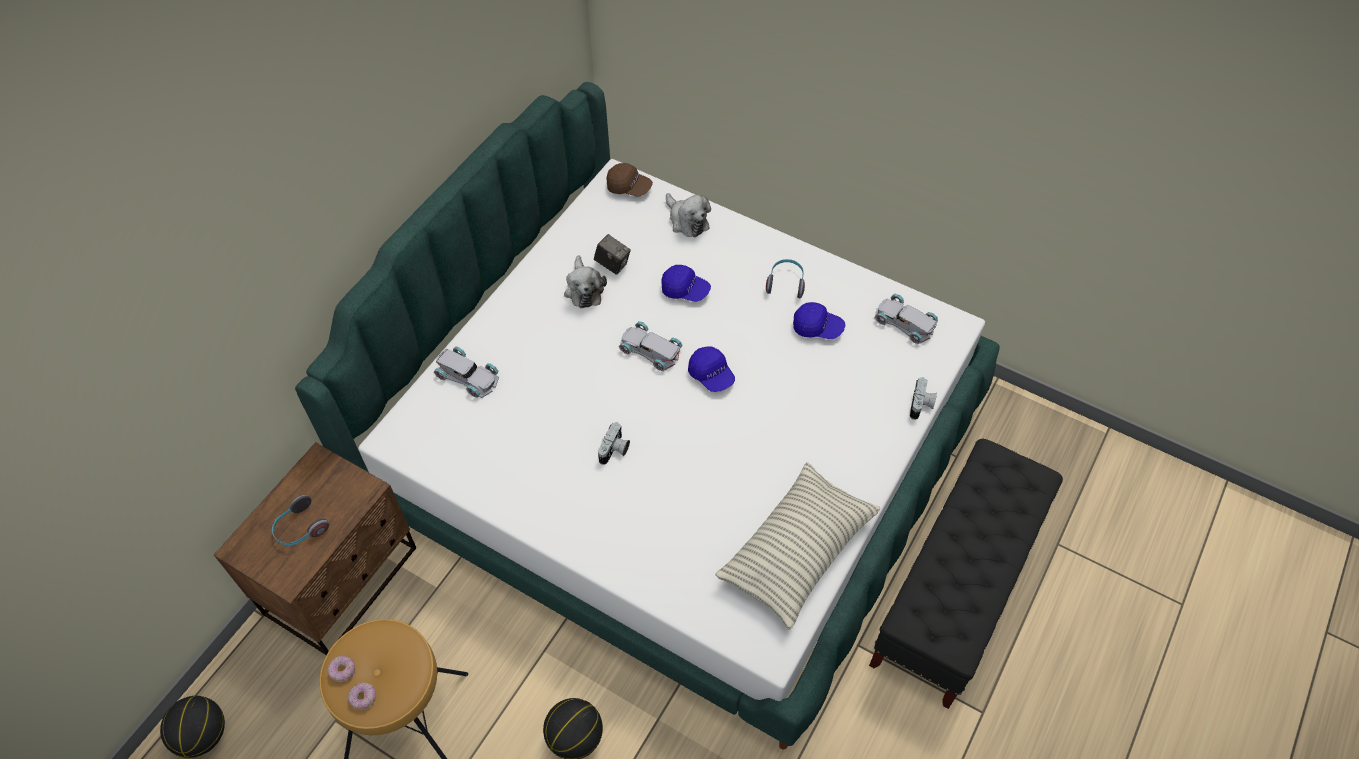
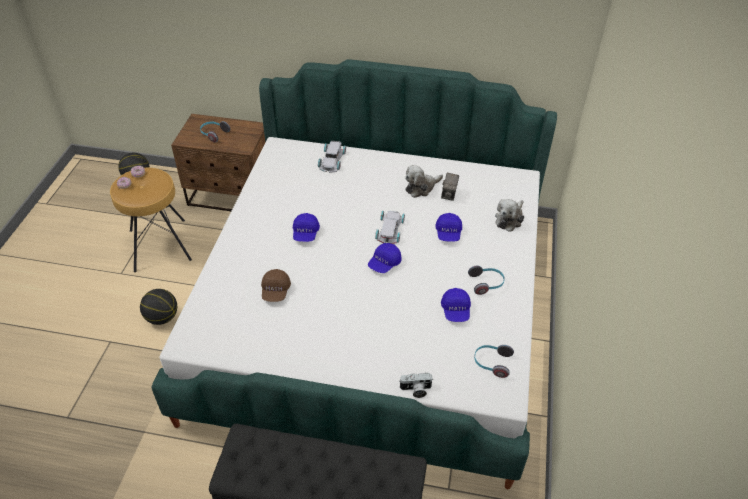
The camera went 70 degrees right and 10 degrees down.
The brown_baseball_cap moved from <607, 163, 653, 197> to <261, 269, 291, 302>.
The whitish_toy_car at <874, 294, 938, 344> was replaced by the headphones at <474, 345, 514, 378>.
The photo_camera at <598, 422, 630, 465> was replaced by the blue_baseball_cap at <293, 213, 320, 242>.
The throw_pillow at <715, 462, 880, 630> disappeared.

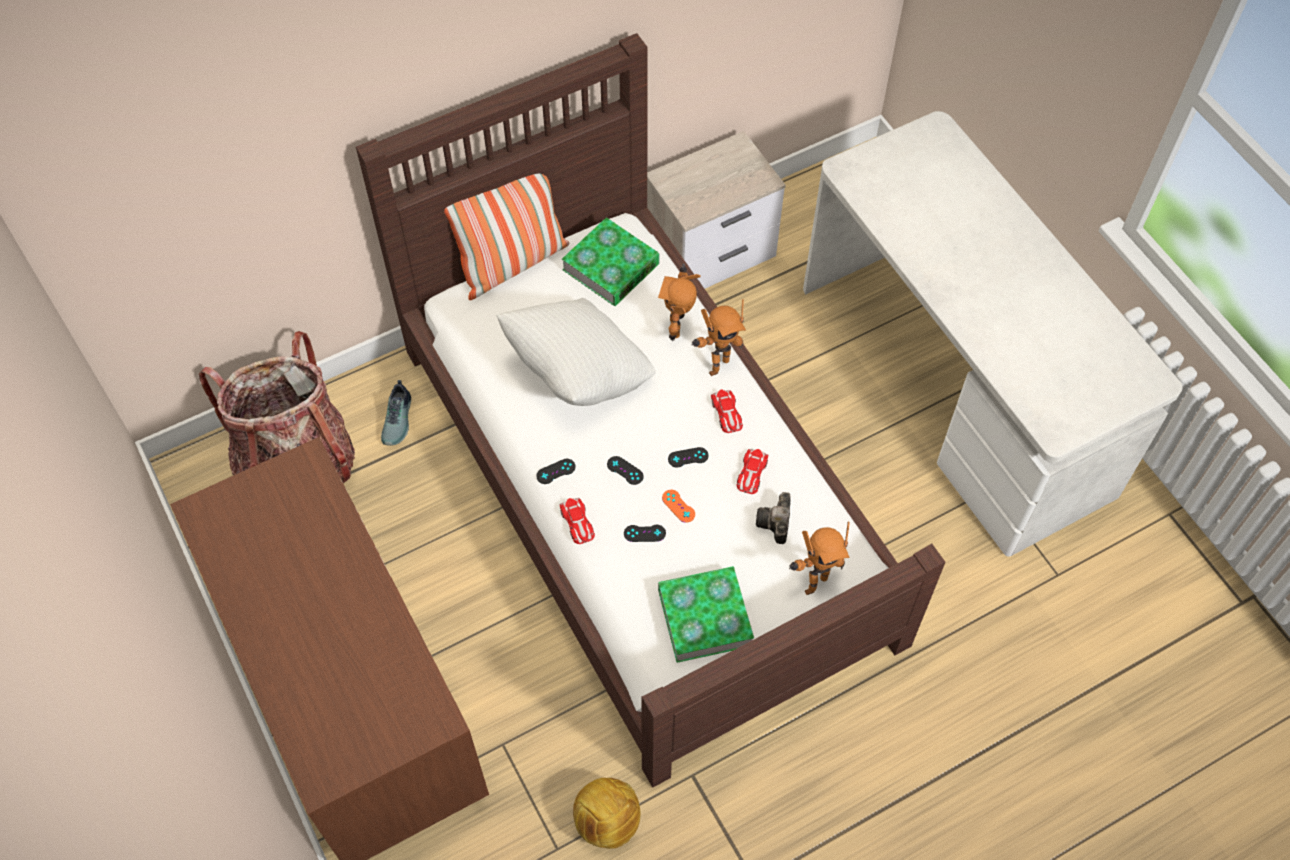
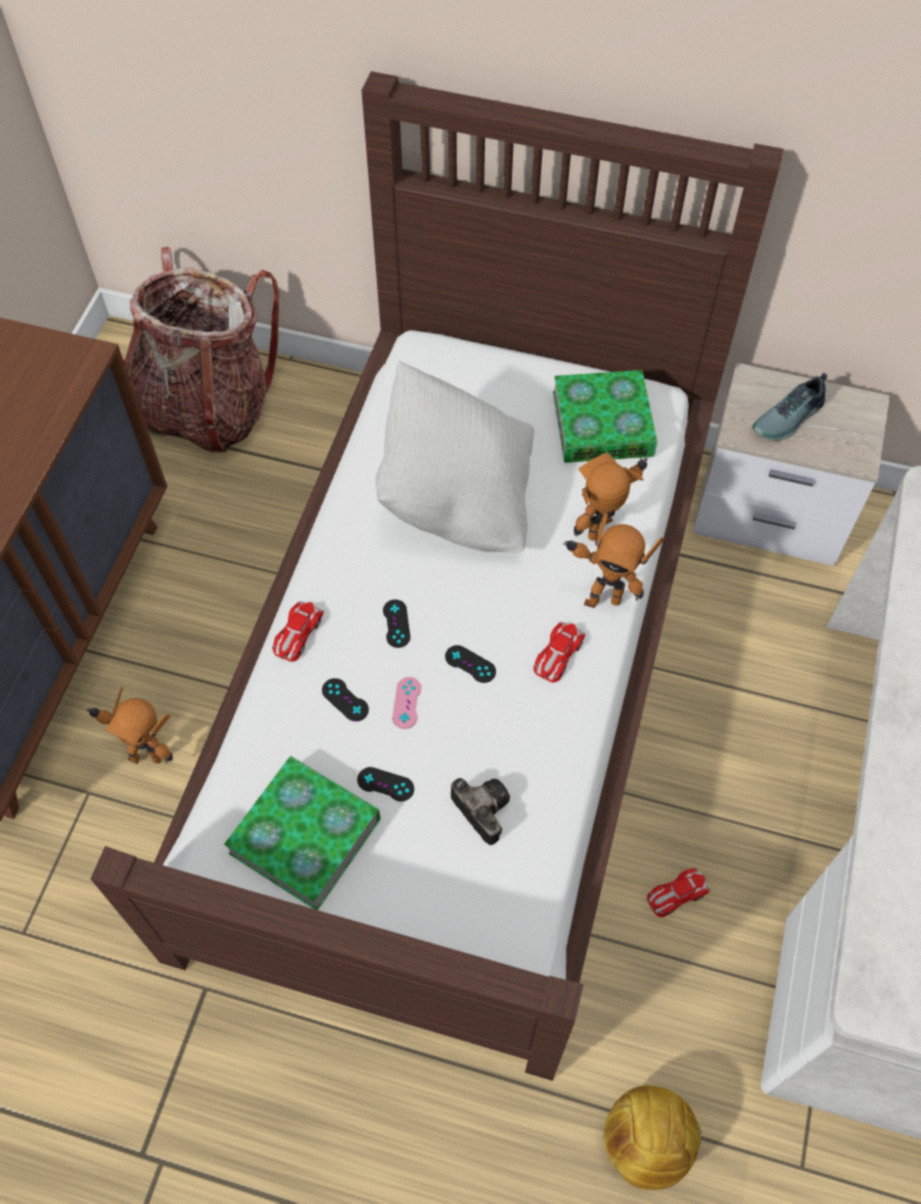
The camera went 45 degrees right and 0 degrees up.
The throw_pillow at <444, 174, 569, 300> disappeared.
The shoe moved from <381, 380, 411, 446> to <752, 373, 827, 441>.
The toy_car moved from <736, 449, 768, 494> to <647, 868, 711, 917>.
The black_gamepad moved from <536, 459, 576, 484> to <357, 767, 414, 801>.
The orange_gamepad at <662, 490, 695, 523> became the pink_gamepad at <392, 677, 421, 729>.
The photo_camera at <756, 492, 791, 544> turned 90 degrees clockwise.
The model_robot moved from <789, 522, 850, 595> to <86, 687, 173, 764>.
The football_ball moved from <573, 778, 641, 849> to <603, 1085, 702, 1190>.

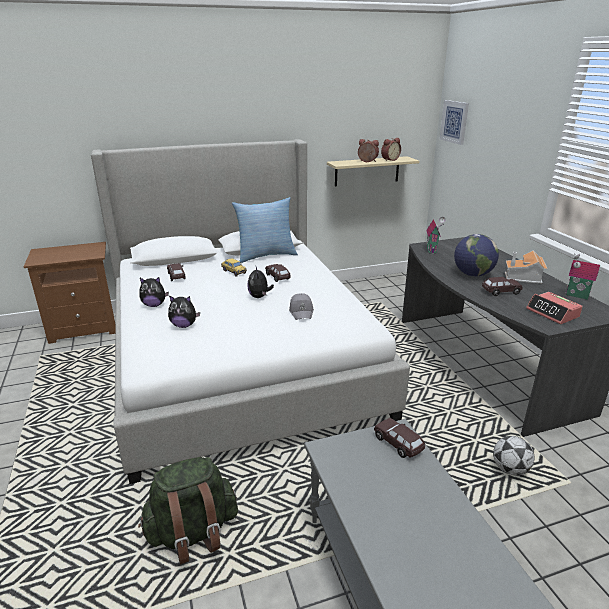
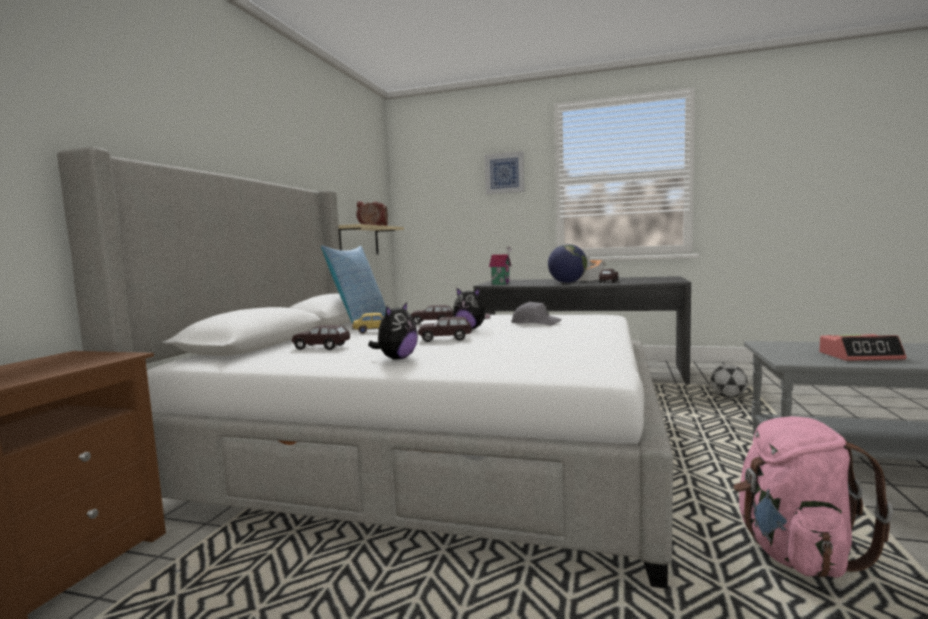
The camera went 55 degrees left and 20 degrees down.
The picture moved from <440, 100, 469, 145> to <484, 151, 524, 195>.
The toy_house at <565, 253, 600, 300> disappeared.
The table_clock moved from <526, 292, 583, 324> to <819, 334, 907, 361>.
The cuddly_toy at <168, 295, 200, 328> disappeared.
The brown_toy_car moved from <374, 418, 425, 458> to <418, 317, 472, 342>.
The greenish_backpack at <138, 457, 238, 565> became the pink_backpack at <734, 416, 893, 578>.

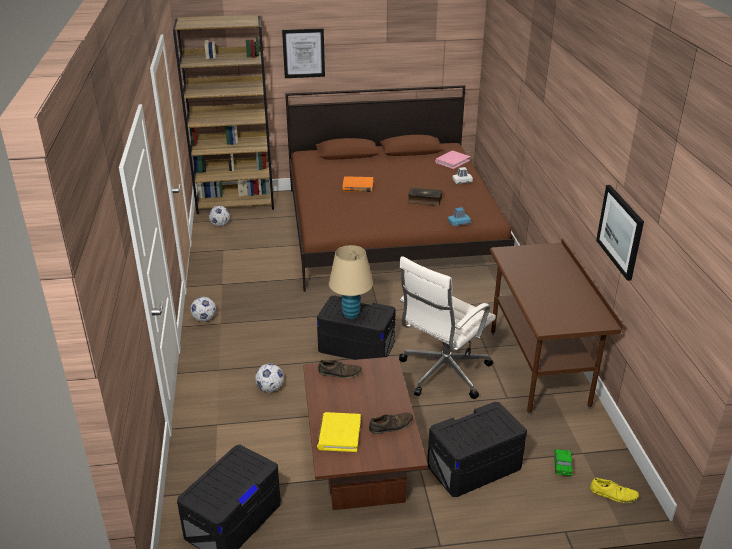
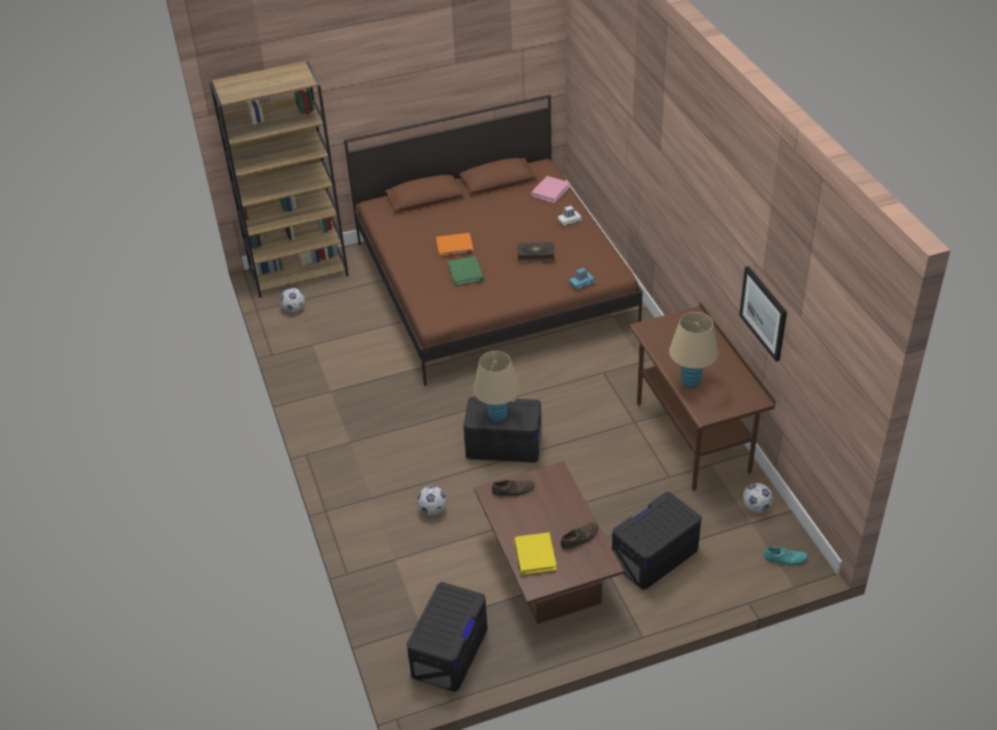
The camera went 10 degrees left and 10 degrees up.
The picture at <282, 28, 325, 78> disappeared.
The whitish_computer_chair at <399, 256, 496, 399> disappeared.
The football_ball moved from <190, 297, 216, 322> to <743, 483, 773, 513>.
The toy_car at <554, 449, 572, 476> disappeared.
The yellow-coloured_shoe at <590, 478, 639, 503> became the turquoise-coloured_shoe at <764, 547, 808, 566>.
The greenish_bound_book at <448, 257, 484, 287> appeared.
The sand-coloured_lamp_for_a_table at <669, 312, 718, 388> appeared.

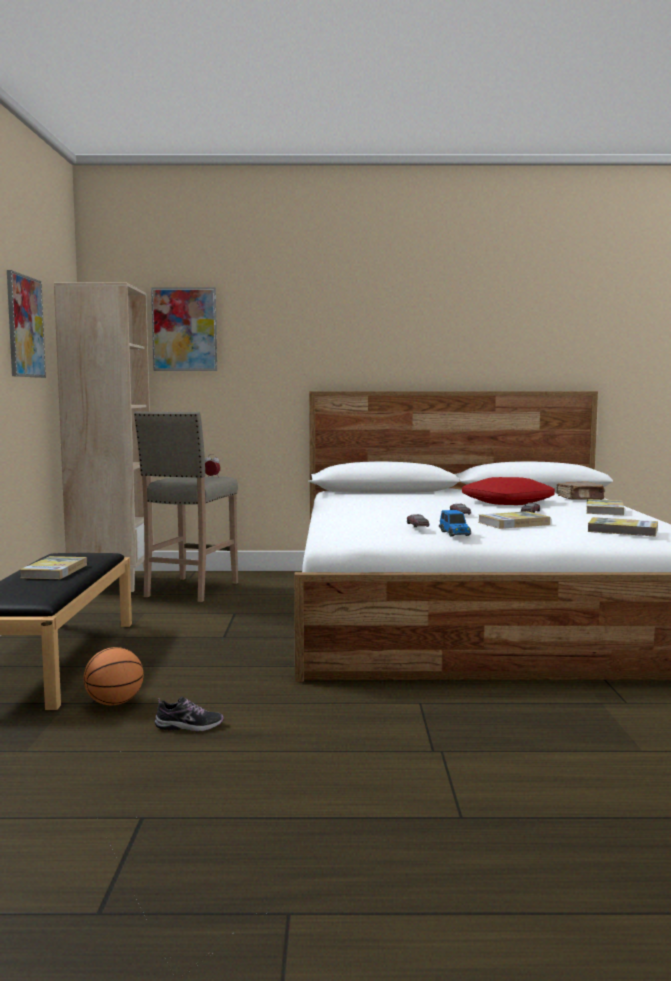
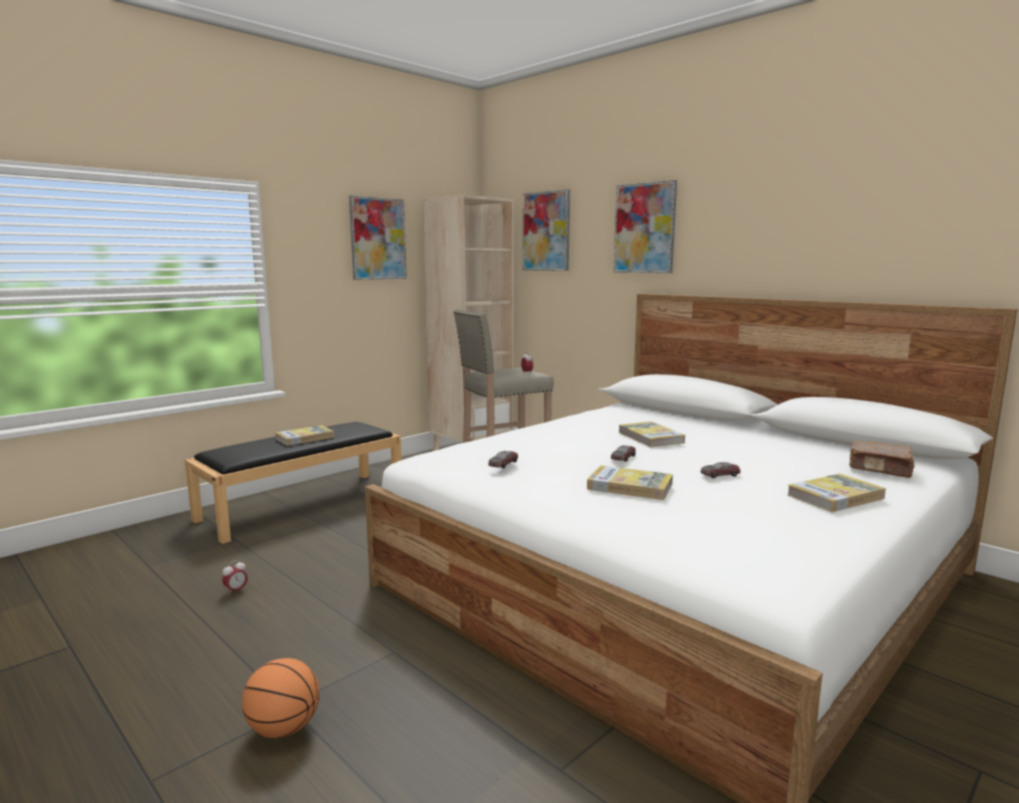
The camera went 45 degrees right and 5 degrees up.
The reddish_throw_pillow at <462, 477, 555, 505> disappeared.
The toy_car at <439, 510, 471, 537> disappeared.
The bound_book moved from <588, 517, 658, 537> to <619, 421, 685, 447>.
The ball_for_basketball moved from <83, 647, 144, 705> to <242, 658, 320, 738>.
The shoe at <155, 696, 224, 731> was replaced by the table_clock at <222, 560, 248, 595>.
The picture at <614, 180, 677, 273> appeared.

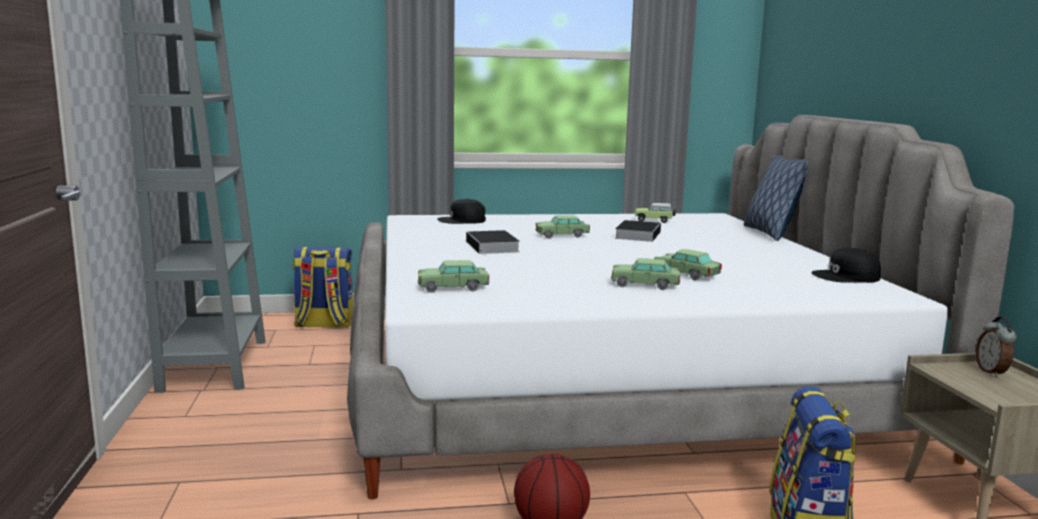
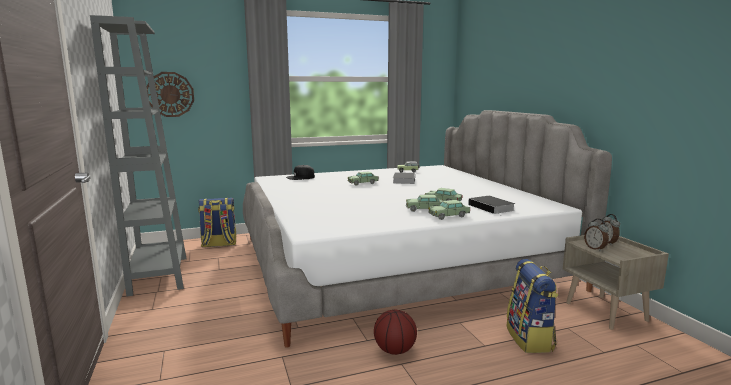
The camera went 10 degrees left and 0 degrees up.
The throw_pillow at <744, 155, 808, 241> disappeared.
The bound_book moved from <466, 230, 520, 256> to <468, 196, 515, 215>.
The black_baseball_cap at <811, 248, 881, 283> disappeared.
The toy_car moved from <418, 260, 489, 293> to <428, 200, 470, 220>.
The wall_clock at <147, 72, 194, 117> appeared.
The table_clock at <584, 219, 609, 251> appeared.

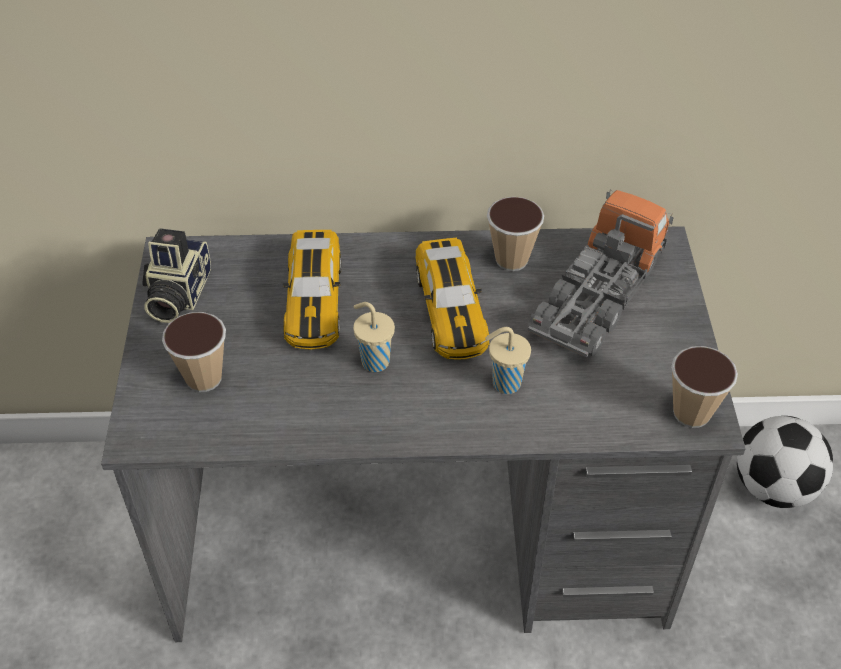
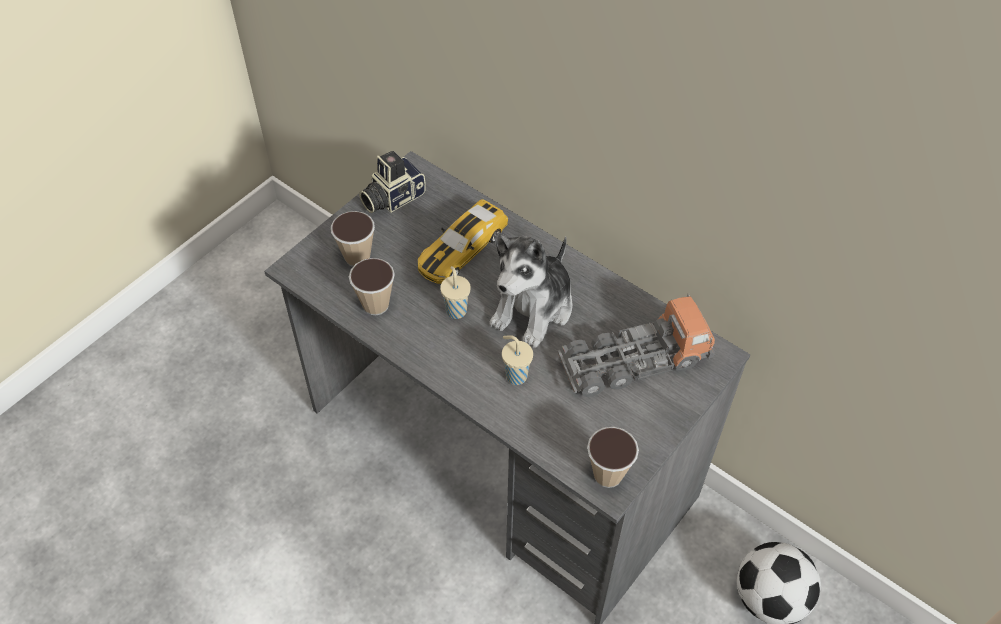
The camera went 40 degrees right and 5 degrees up.
The drinking_cup moved from <487, 197, 544, 271> to <349, 258, 395, 315>.
The toy_car at <415, 238, 489, 360> was replaced by the cuddly_toy at <489, 232, 573, 348>.

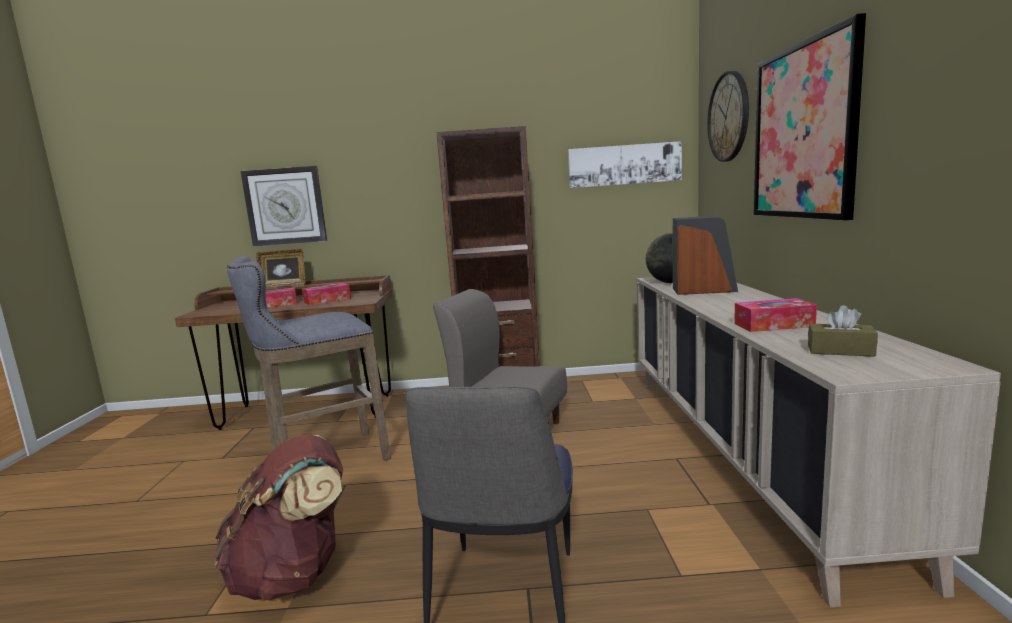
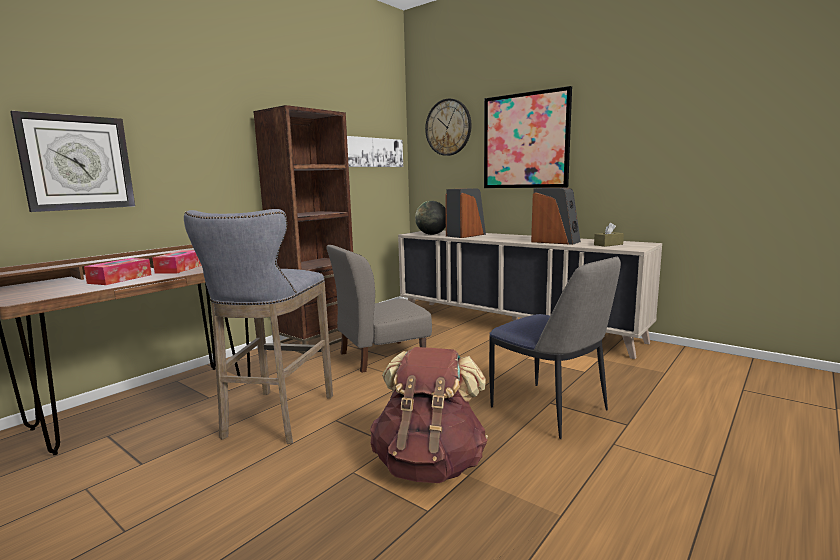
The camera went 50 degrees left and 0 degrees up.
The standing_frame at <256, 249, 305, 287> disappeared.
The box_of_tissues at <734, 298, 817, 332> was replaced by the speaker at <531, 188, 581, 245>.

